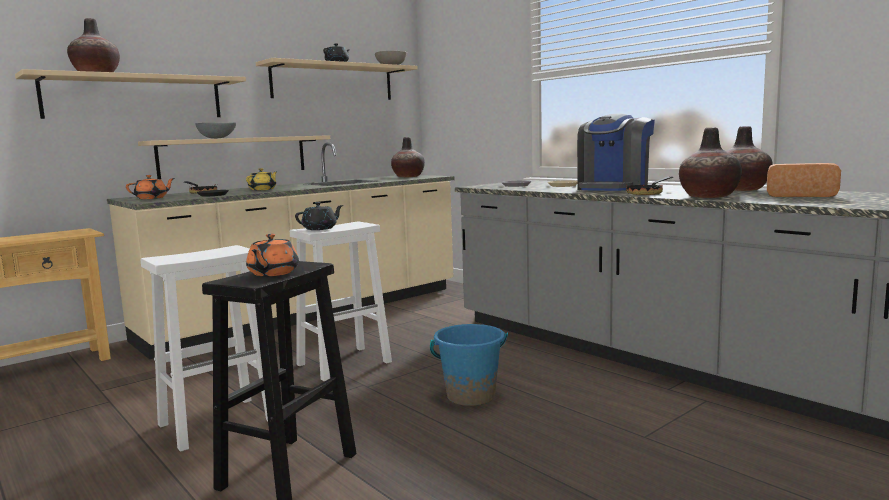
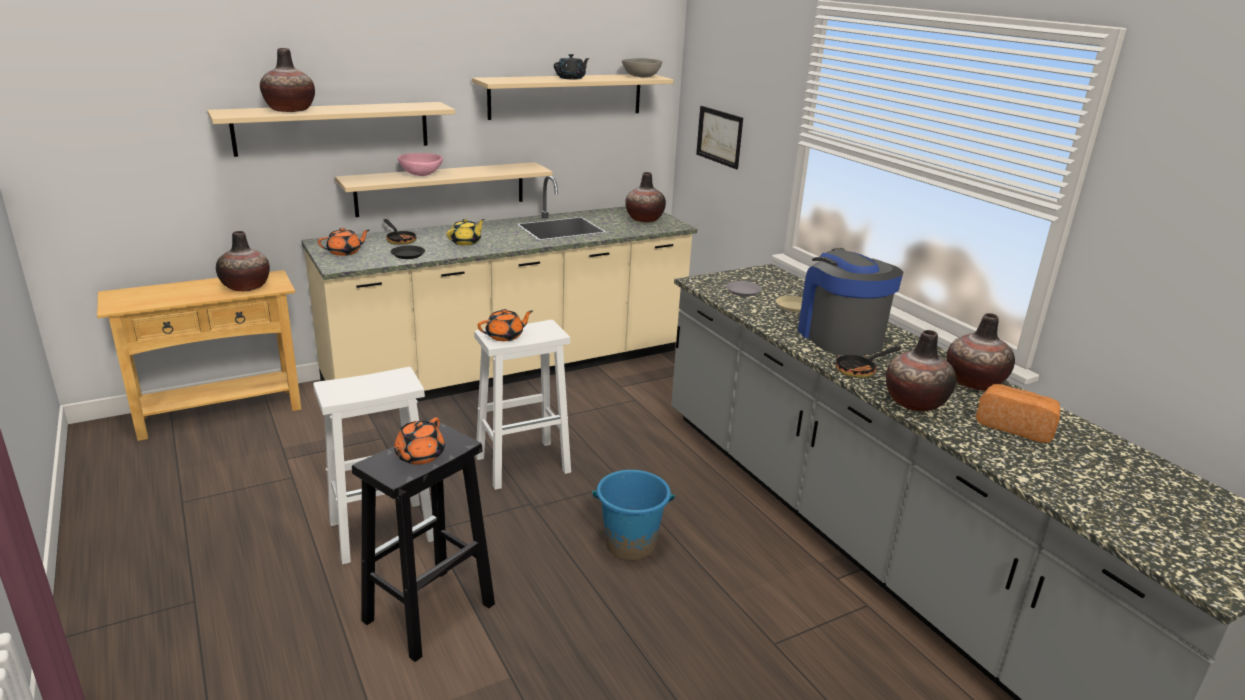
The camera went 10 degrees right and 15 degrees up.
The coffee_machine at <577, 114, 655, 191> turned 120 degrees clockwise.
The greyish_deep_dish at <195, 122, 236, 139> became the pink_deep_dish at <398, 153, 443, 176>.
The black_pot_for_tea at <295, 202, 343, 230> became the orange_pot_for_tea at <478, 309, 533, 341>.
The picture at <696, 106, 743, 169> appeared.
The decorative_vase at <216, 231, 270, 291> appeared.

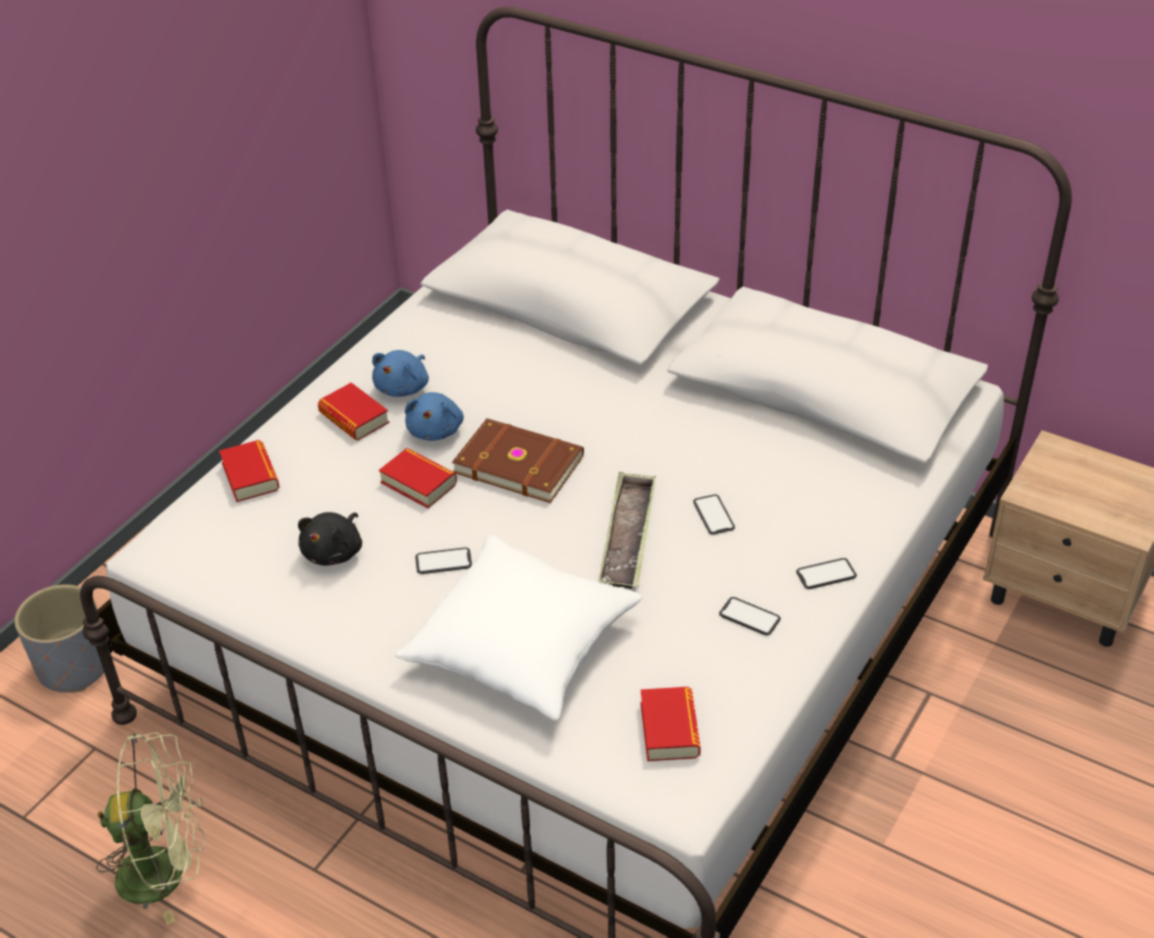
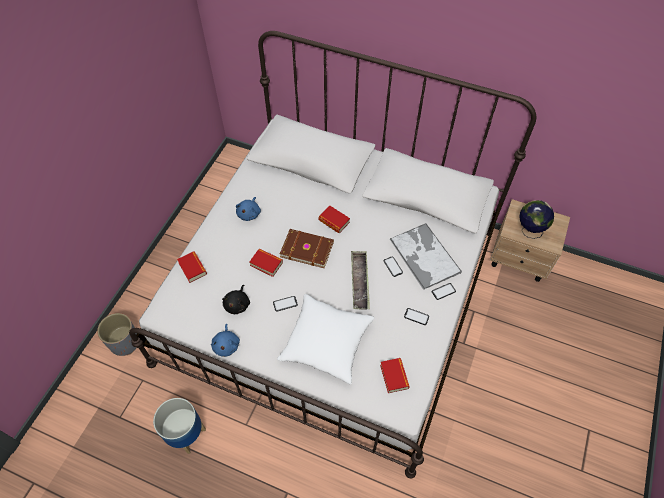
The camera went 10 degrees left and 15 degrees up.
The bound_book moved from <318, 383, 389, 440> to <318, 206, 350, 233>.
The blue_cuddly_toy moved from <405, 392, 464, 441> to <211, 324, 240, 357>.
The greenish_cooling_fan at <96, 732, 205, 925> was replaced by the planter at <153, 398, 206, 454>.
The globe at <519, 200, 554, 239> appeared.
The tray at <390, 223, 462, 290> appeared.

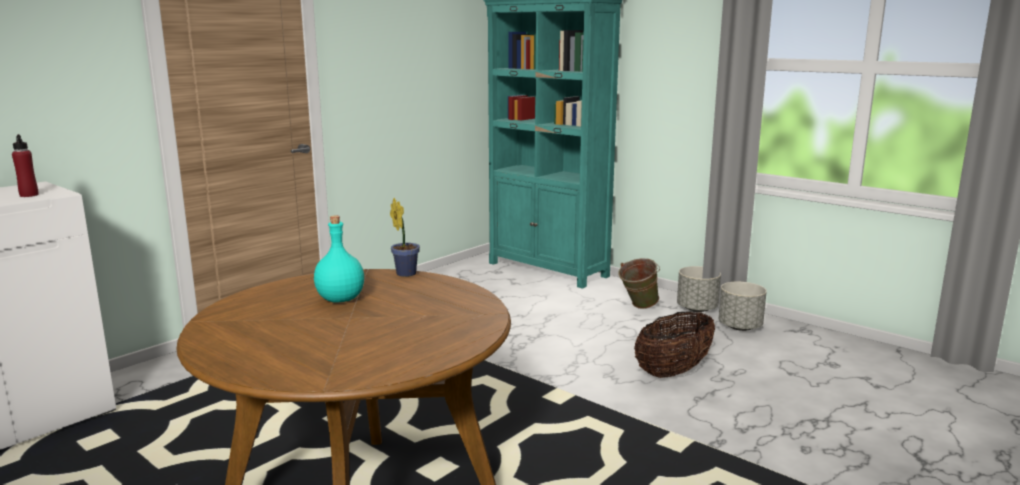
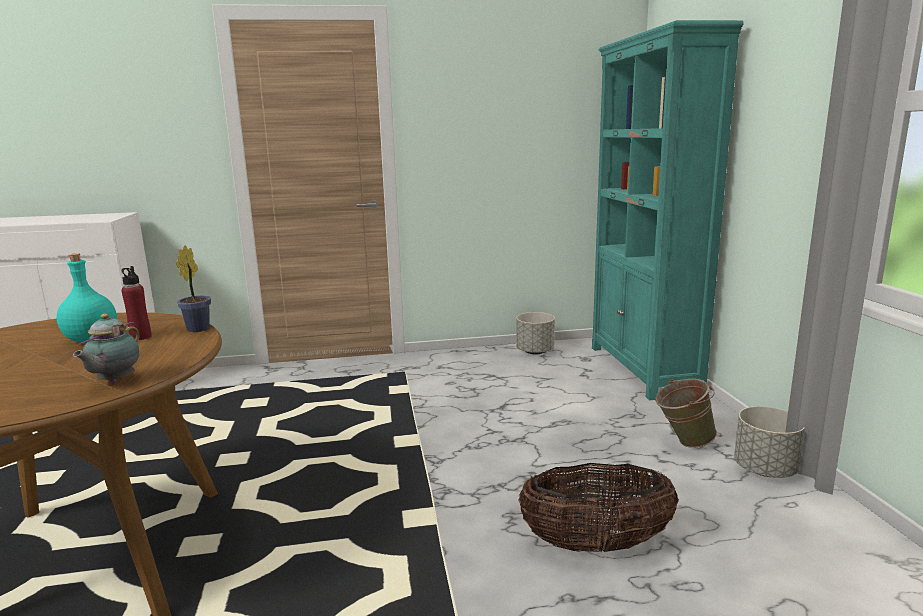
The camera went 40 degrees right and 0 degrees up.
The reddish_beverage_bottle moved from <12, 134, 39, 197> to <121, 266, 152, 340>.
The greyish_planter moved from <719, 282, 767, 331> to <516, 312, 555, 355>.
The pot_for_tea at <73, 314, 139, 384> appeared.

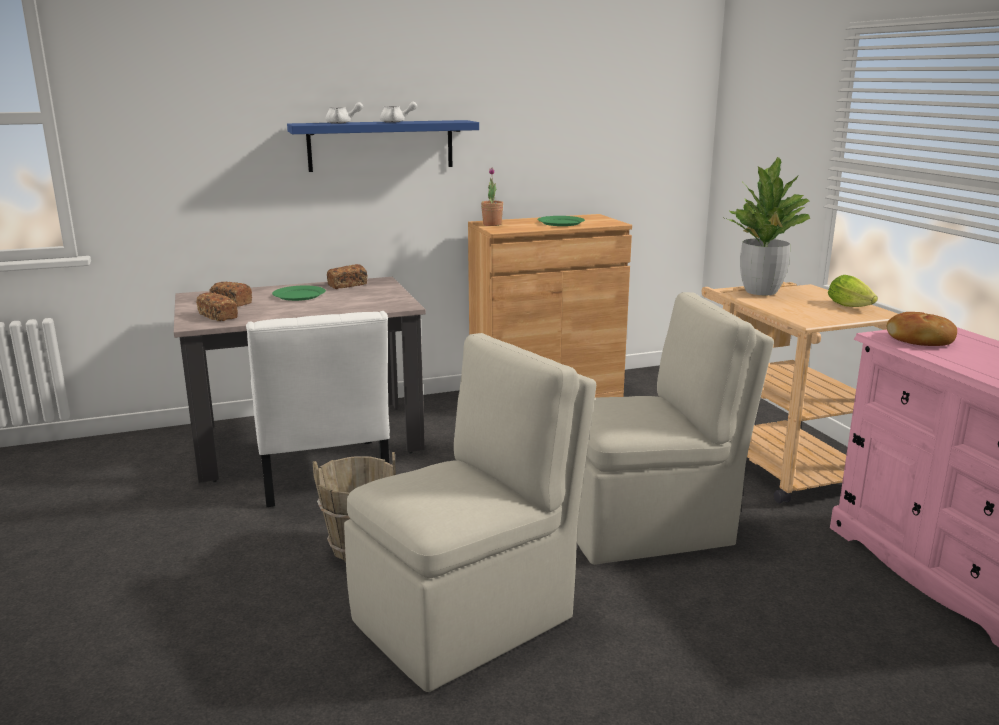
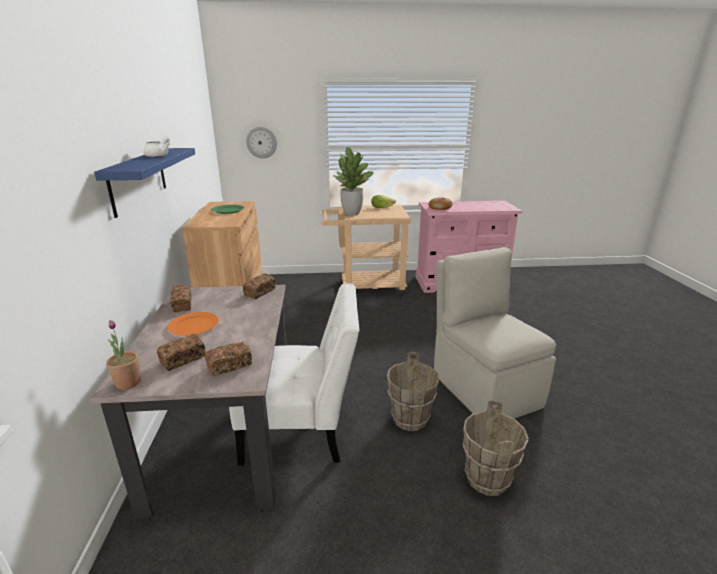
The camera went 75 degrees left and 5 degrees up.
The whitish_pot_for_tea at <325, 102, 363, 123> disappeared.
The houseplant moved from <481, 167, 503, 226> to <106, 320, 141, 390>.
The greenish_dinner_plate at <272, 286, 326, 301> became the orange_dinner_plate at <167, 312, 219, 336>.
The sand-coloured_upright_chair at <577, 292, 774, 565> disappeared.
The wall_clock at <246, 127, 277, 158> appeared.
The bread at <243, 273, 276, 299> appeared.
The brown_water_bucket at <462, 400, 529, 496> appeared.

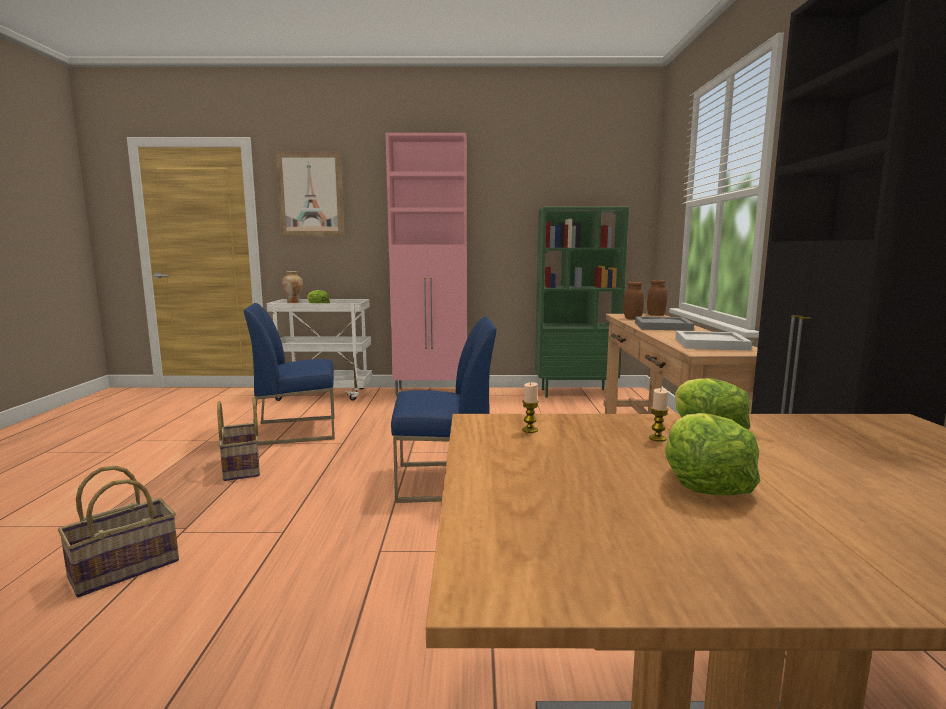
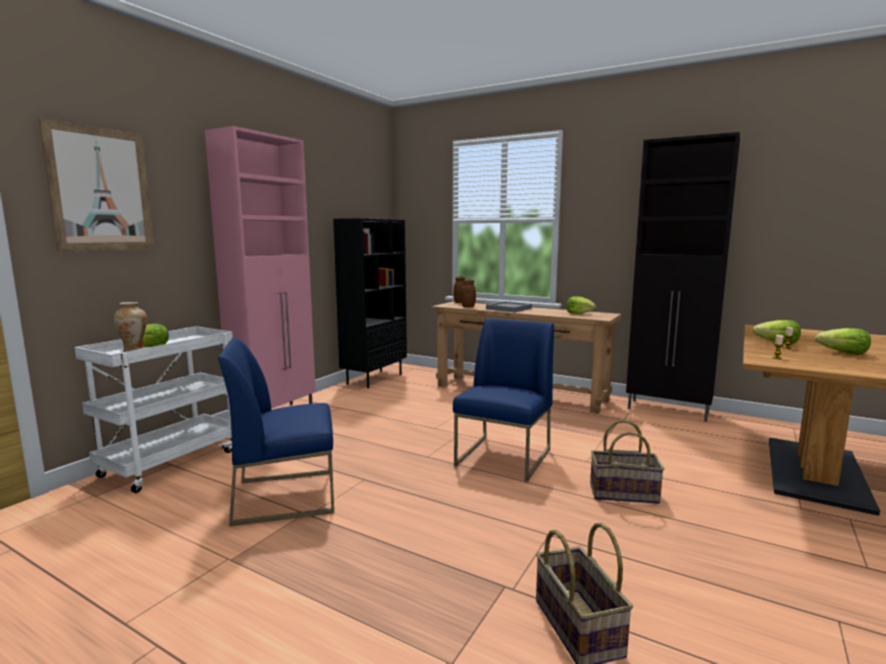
The camera went 60 degrees left and 0 degrees up.
The greenish_bookcase at <535, 207, 629, 398> became the black_bookcase at <333, 218, 407, 388>.
The blue_upright_chair at <243, 303, 335, 445> turned 60 degrees clockwise.
The whitish_tray at <676, 331, 752, 351> was replaced by the head_of_lettuce at <566, 296, 596, 314>.
The basket moved from <217, 398, 260, 481> to <590, 419, 664, 504>.

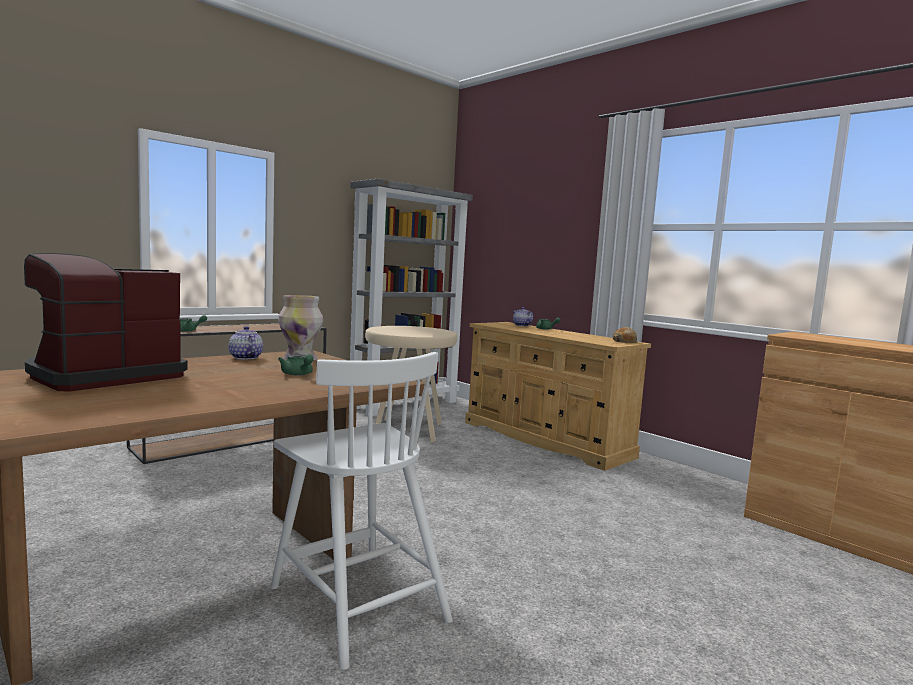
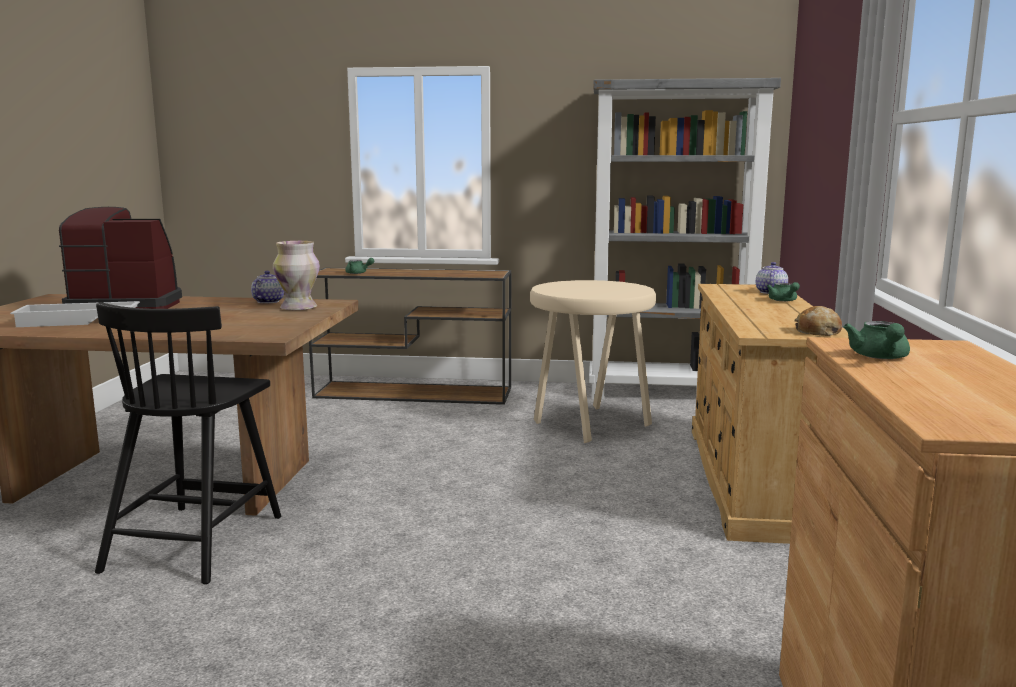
The camera went 50 degrees right and 5 degrees up.
The whitish_upright_chair at <270, 352, 453, 670> became the black_upright_chair at <95, 302, 281, 584>.
The greenish_pot_for_tea moved from <278, 354, 314, 375> to <844, 321, 910, 359>.
The whitish_tray at <10, 301, 140, 327> appeared.

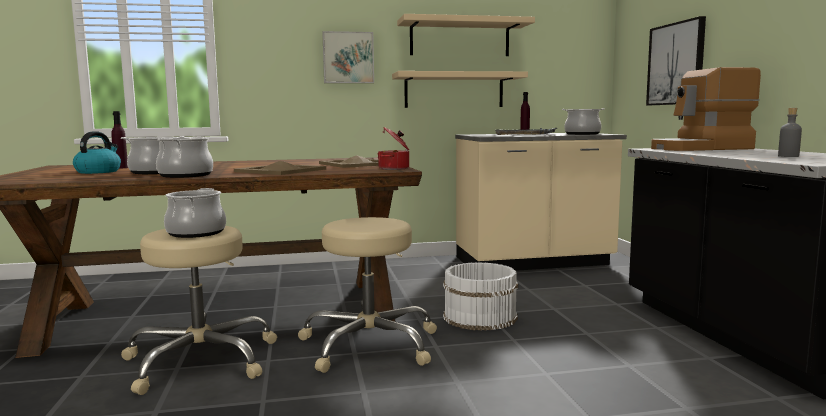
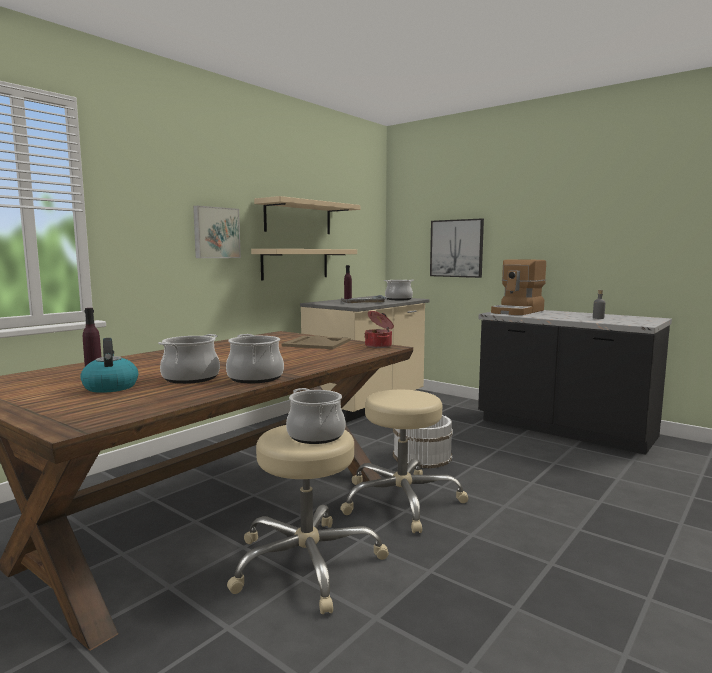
The camera went 40 degrees left and 0 degrees up.
The sand-coloured_tray at <234, 161, 326, 175> disappeared.

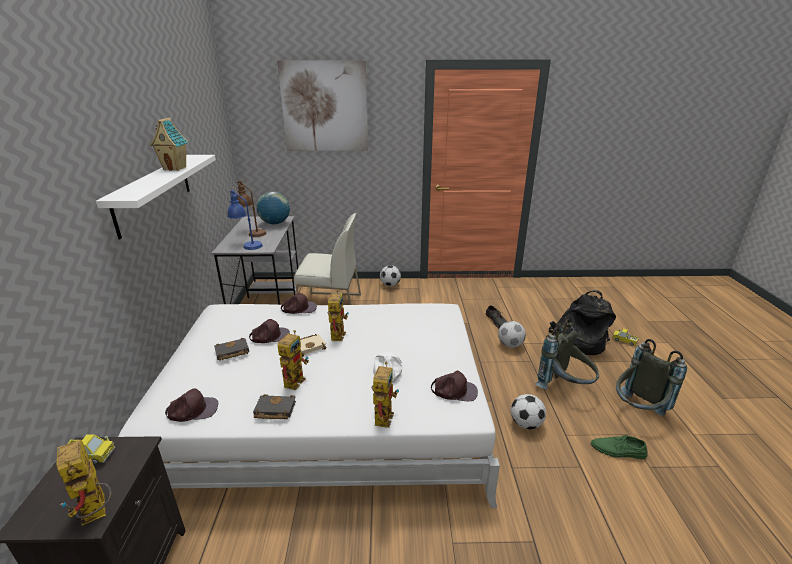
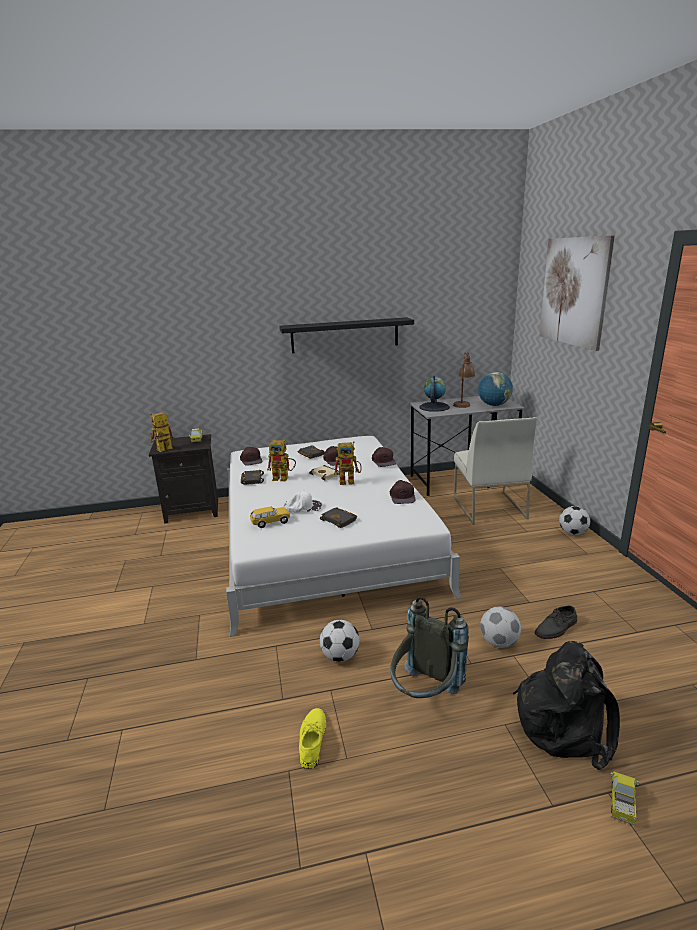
The camera went 80 degrees right and 5 degrees down.
The toy_house at <150, 118, 188, 171> disappeared.
The whitish_wall_shelf at <96, 155, 216, 239> became the black_wall_shelf at <279, 317, 414, 353>.
The blue_lamp_for_a_table at <226, 190, 263, 250> was replaced by the globe at <420, 376, 450, 412>.
The greyish_backpack at <616, 339, 687, 416> disappeared.
The model_robot at <372, 362, 399, 428> disappeared.
The brown_baseball_cap moved from <431, 371, 478, 401> to <390, 480, 415, 504>.
The greenish_shoe at <591, 434, 648, 459> became the yellow-coloured_shoe at <299, 708, 326, 769>.
The yellow-coloured_toy_car at <250, 506, 290, 528> appeared.
The black_bound_book at <320, 507, 357, 528> appeared.

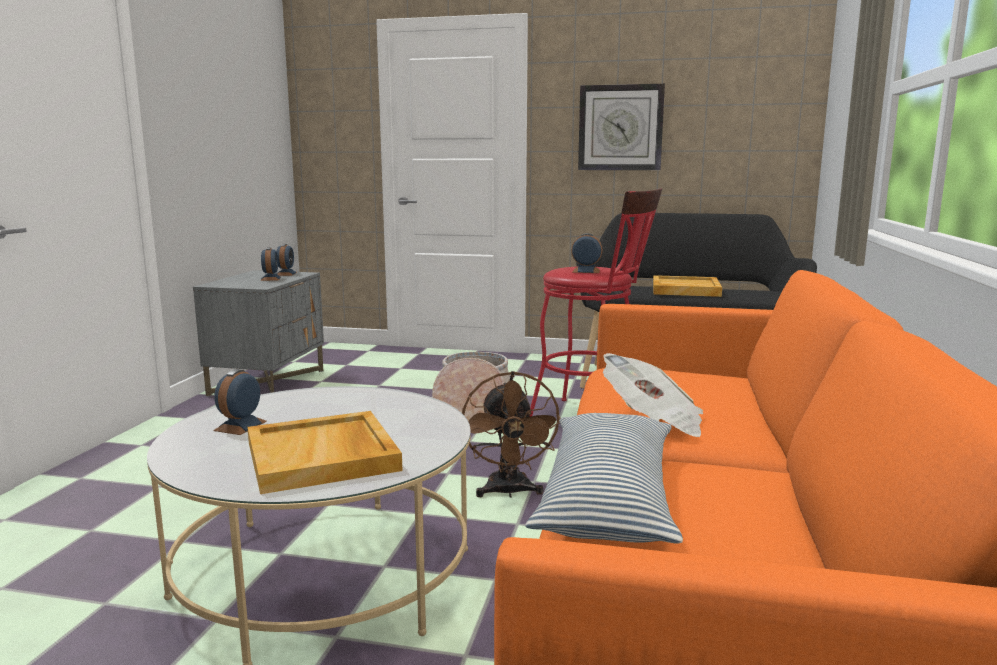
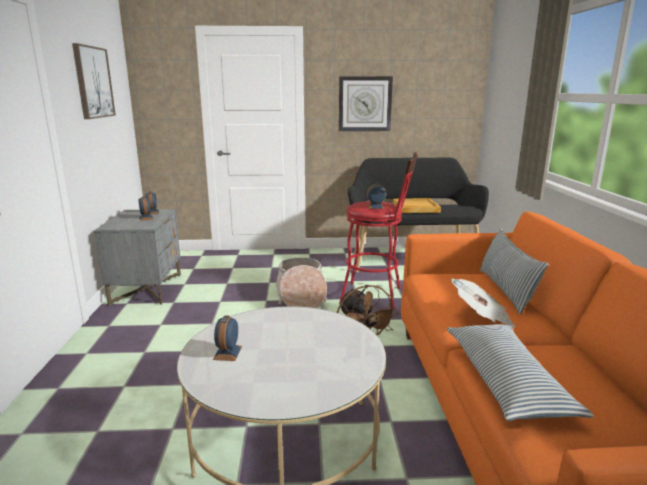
The camera went 15 degrees left and 5 degrees up.
The sand-coloured_tray at <247, 411, 403, 494> disappeared.
The picture at <72, 43, 116, 119> appeared.
The throw_pillow at <480, 229, 549, 315> appeared.

